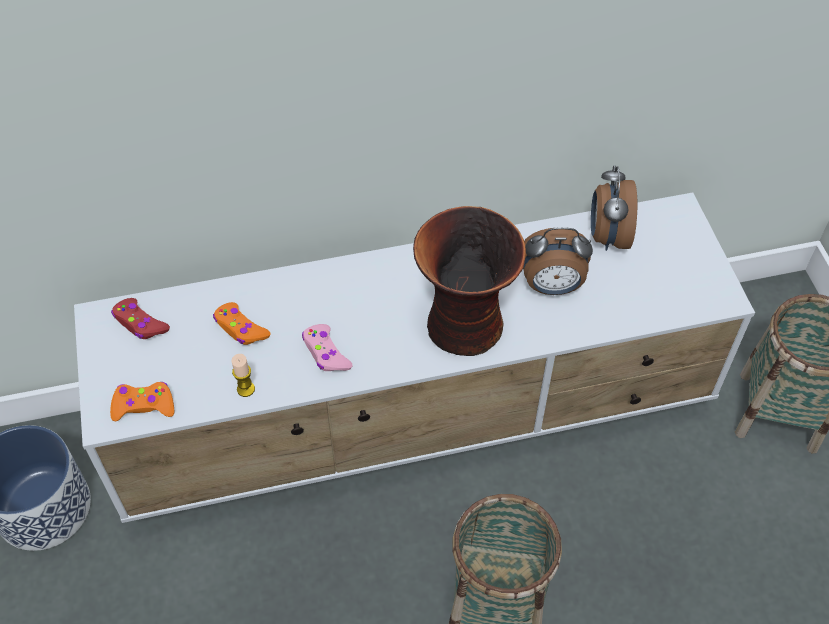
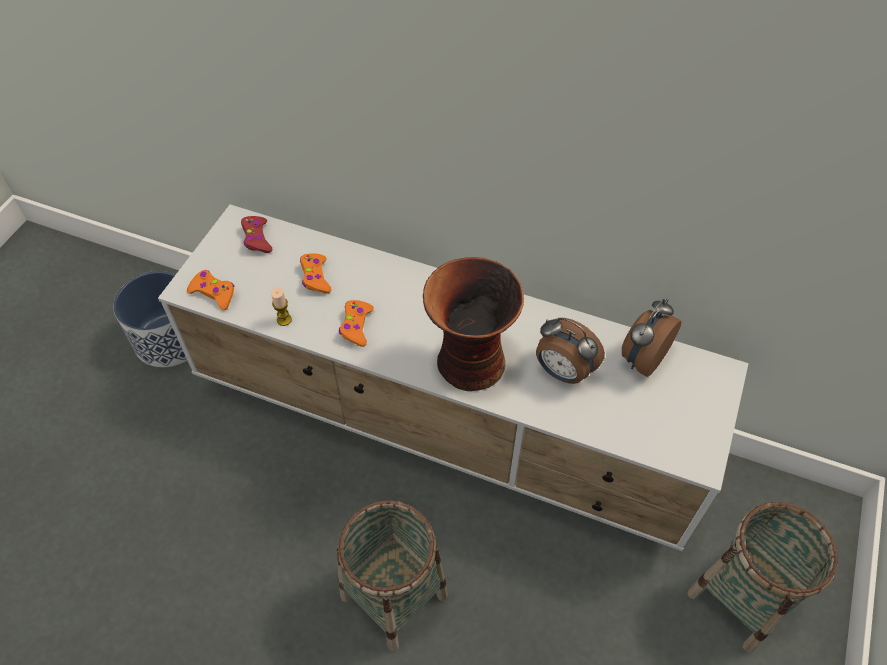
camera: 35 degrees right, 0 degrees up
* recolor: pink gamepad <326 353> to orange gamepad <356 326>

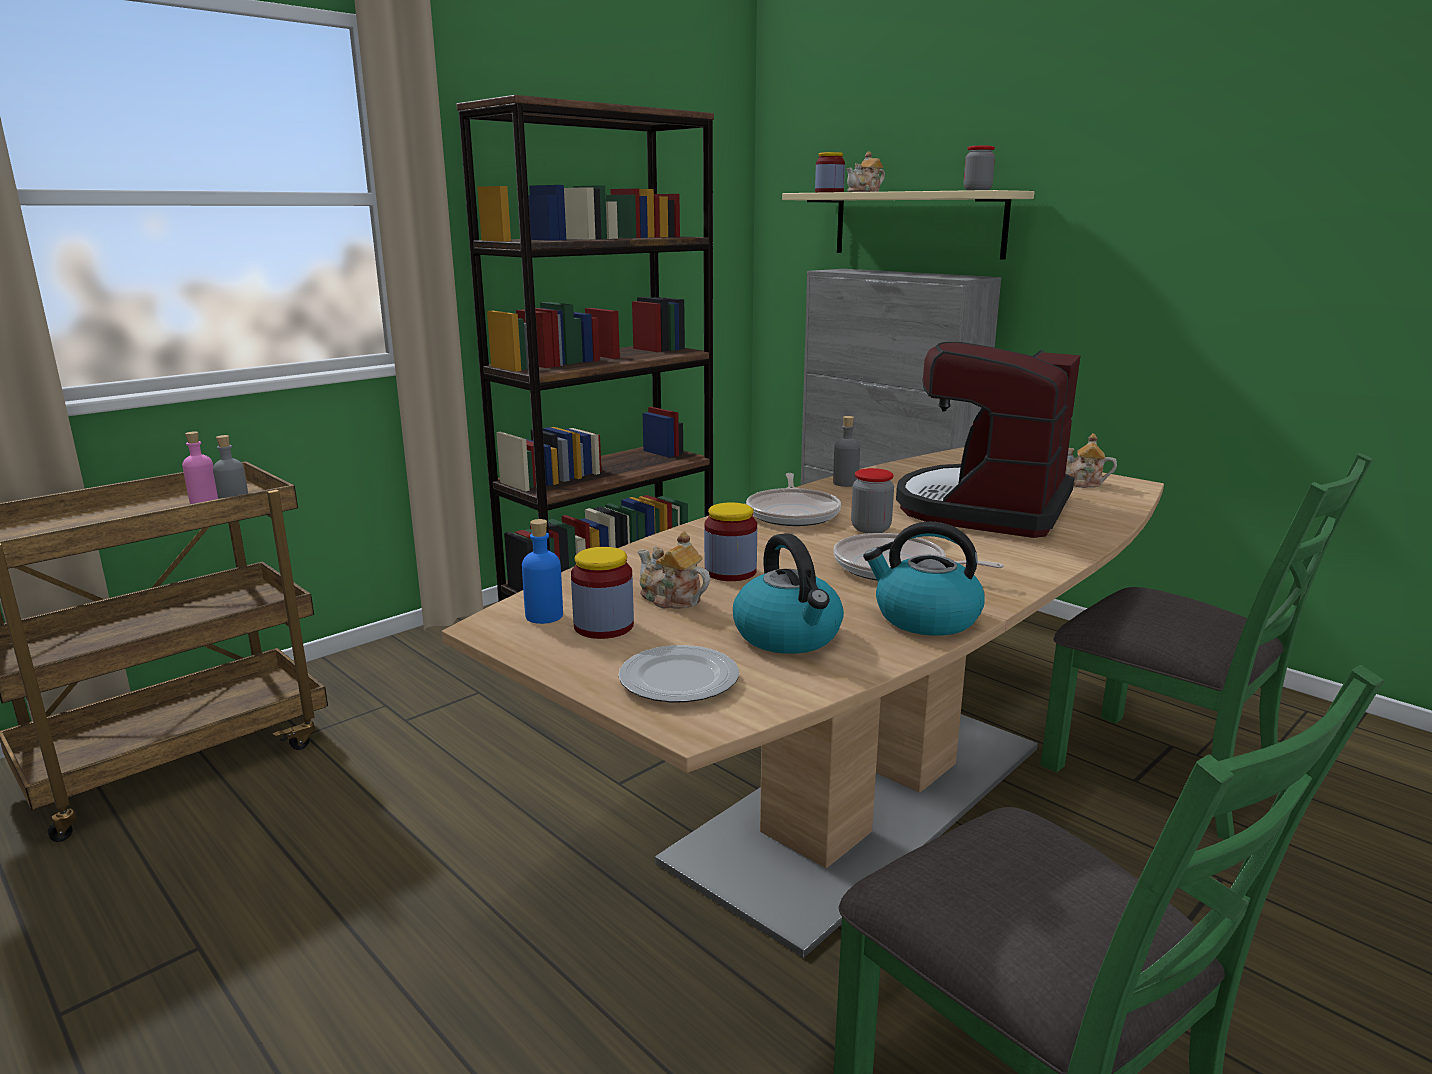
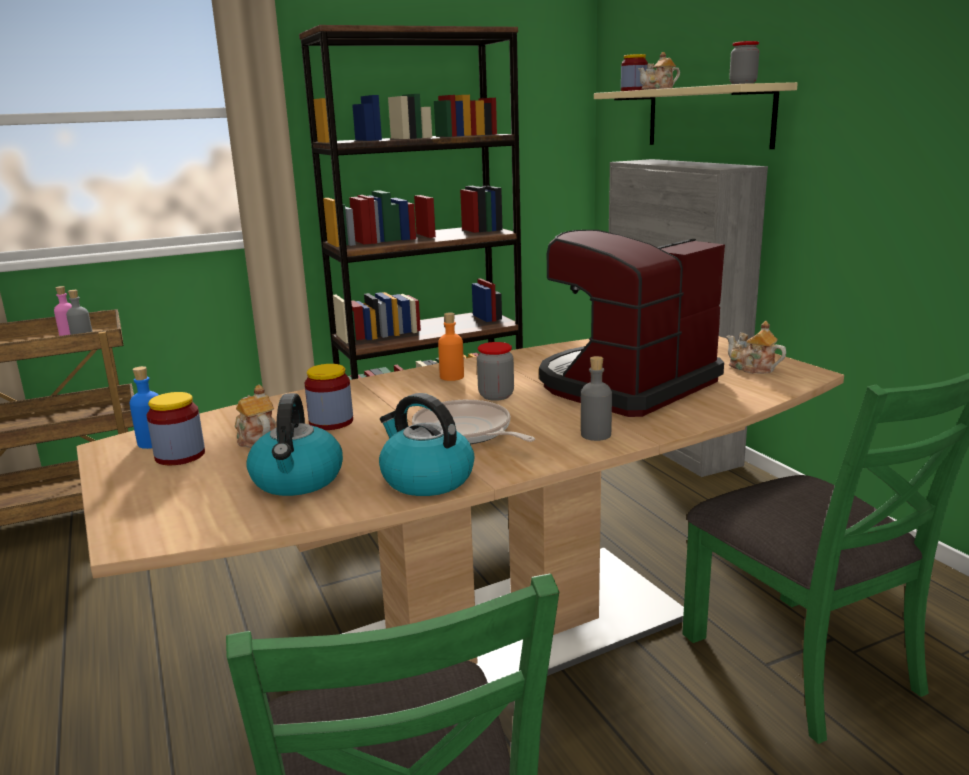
camera: 20 degrees right, 0 degrees up
* delete: plate <678 681>
* replace: skillet <793 513> to orange bottle <452 377>
* move: greyish bottle <845 483> to <595 435>

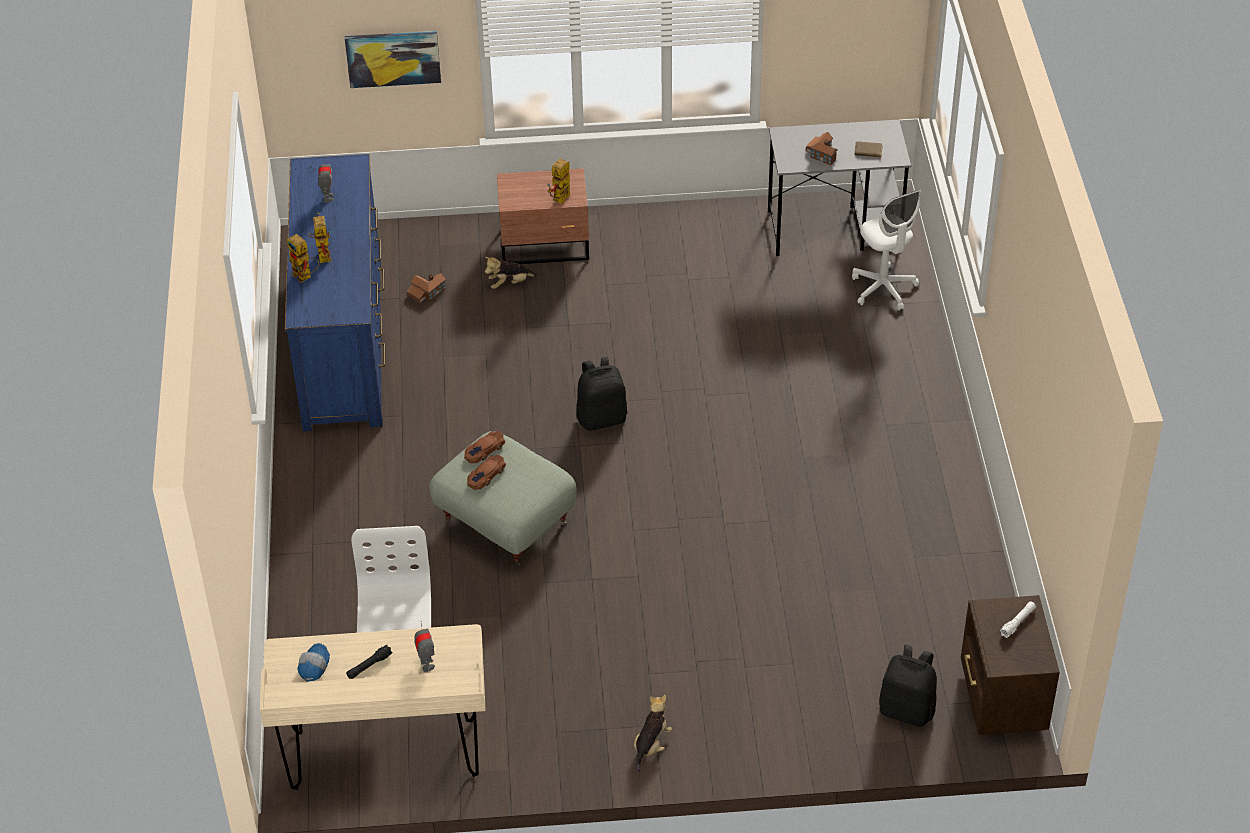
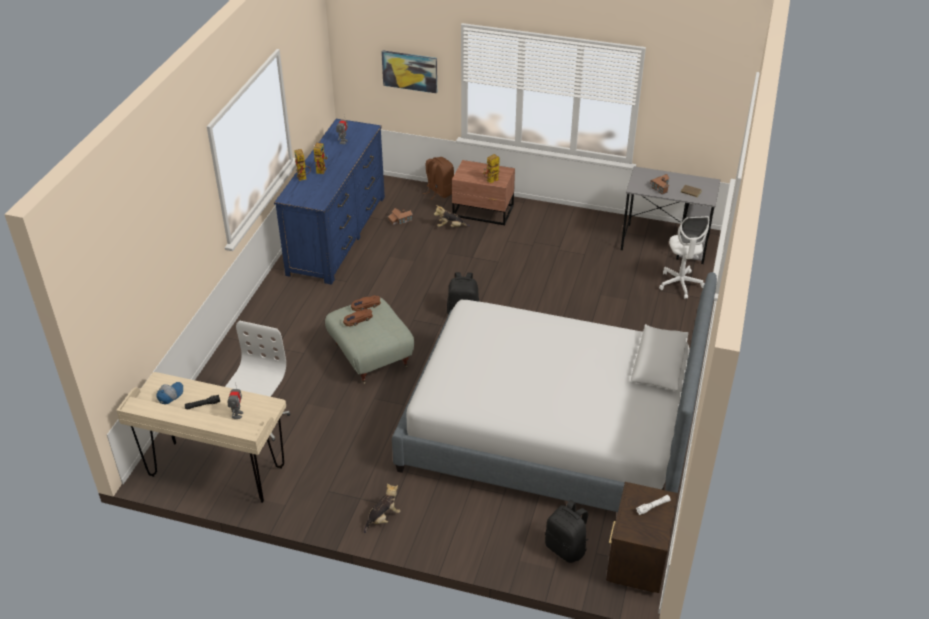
camera: 20 degrees right, 5 degrees down
* insert: sleeping bed <550 431>
* insert: brown-coloured backpack <439 192>

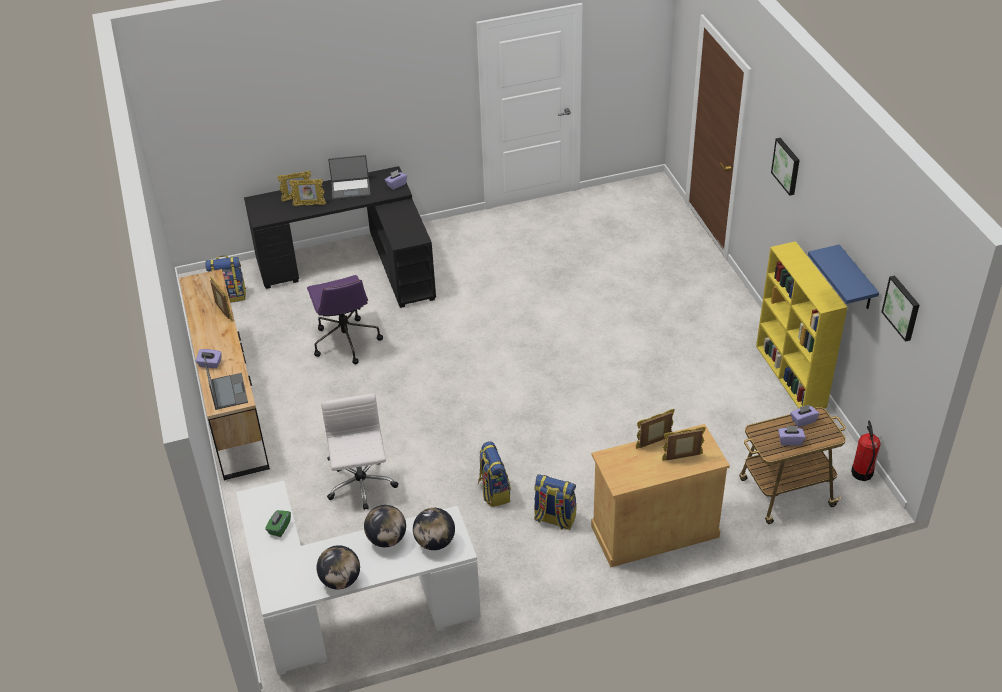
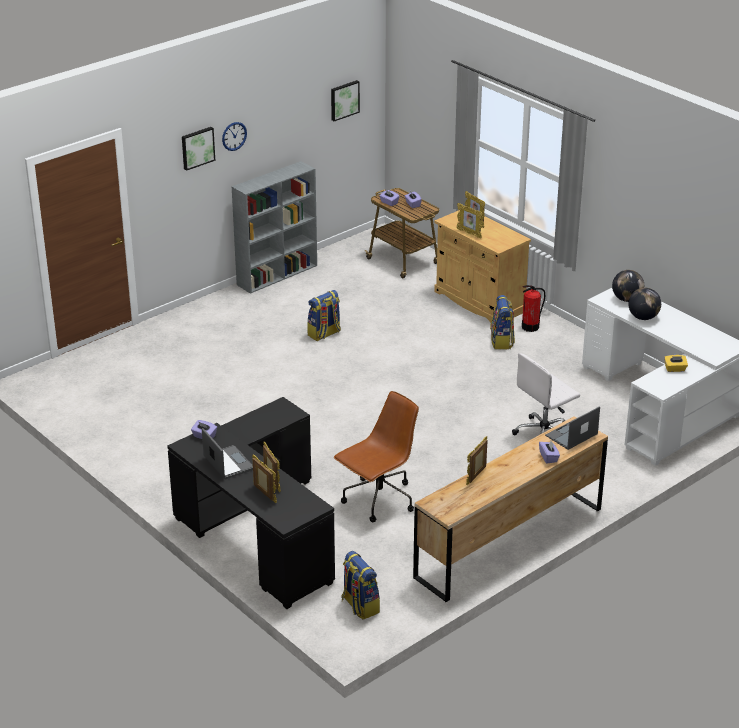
camera: 115 degrees left, 10 degrees down
* recolor: green-coloured box of tissues <279 528> to yellow box of tissues <675 369>
* recolor: purple desk chair <345 341> to brown-coloured desk chair <378 500>
* delete: world globe <340 580>
* move: backpack <493 491> to <324 334>
* recolor: yellow bookshelf <791 376> to greyish bookshelf <278 274>
* delete: blue-coloured shelf <856 279>
* move: fire extinguisher <862 473> to <530 327>
* insert: wall clock <234 136>

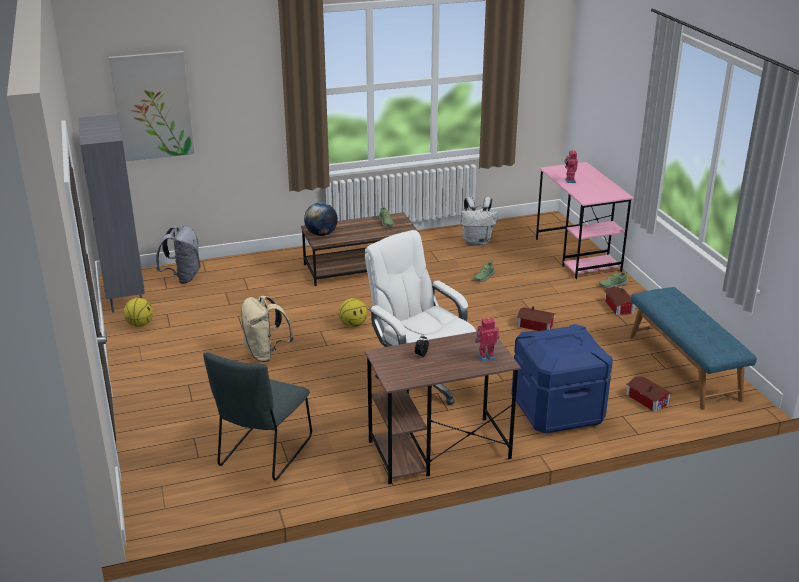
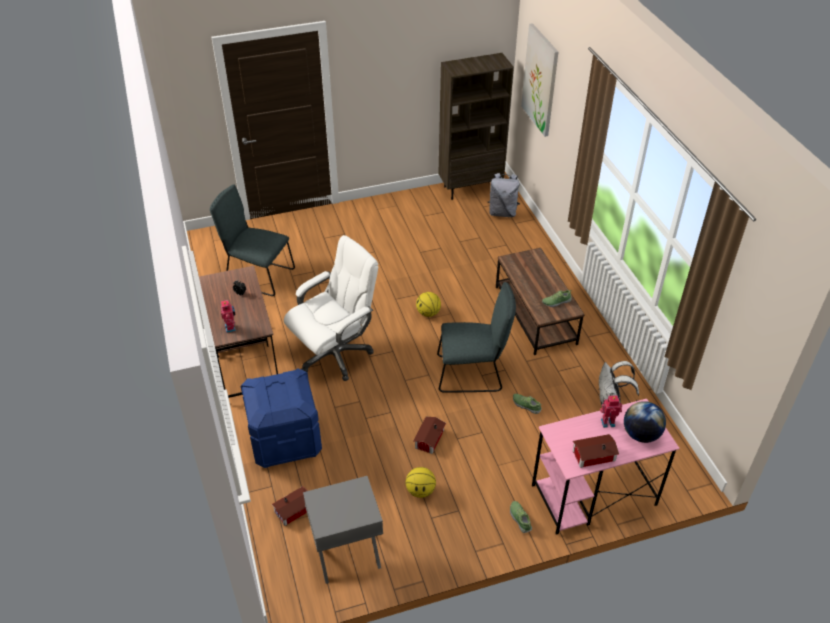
camera: 90 degrees right, 15 degrees up
* recolor: greyish bookshelf <124 295> to brown-coloured bookshelf <470 188>
* move: basketball ball <140 324> to <420 491>
* delete: beige-coloured backpack <266 353>
* move: world globe <321 234> to <640 434>
* move: miniature house <618 307> to <592 455>
* replace: blue-coloured bench <684 367> to greyish nightstand <347 553>
* insert: greyish upright chair <472 374>

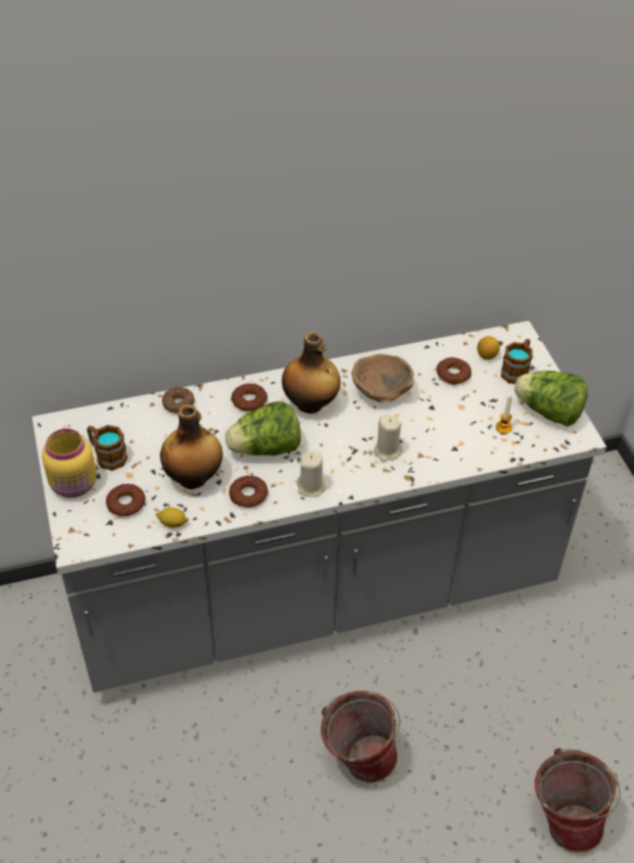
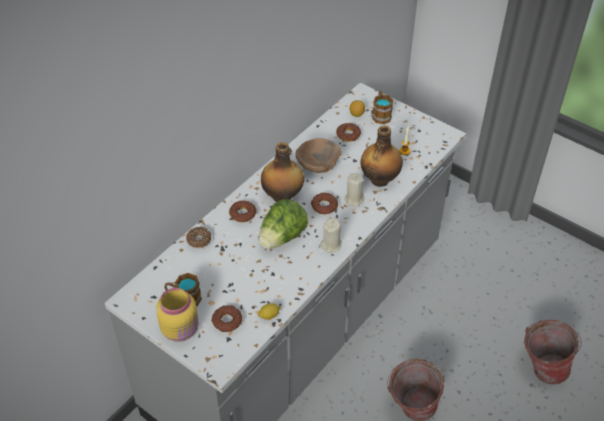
camera: 35 degrees left, 0 degrees up
* move: bottle <194 478> to <380 179>
* move: ring doughnut <248 495> to <324 206>
* delete: lettuce head <549 412>

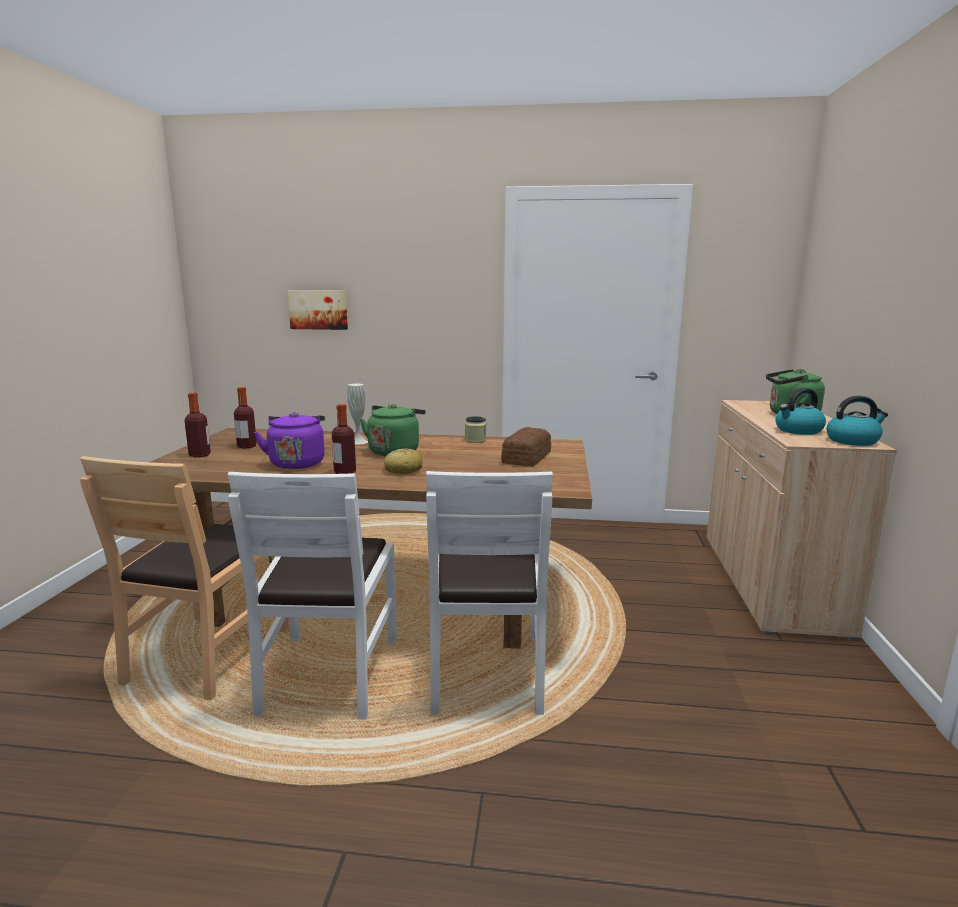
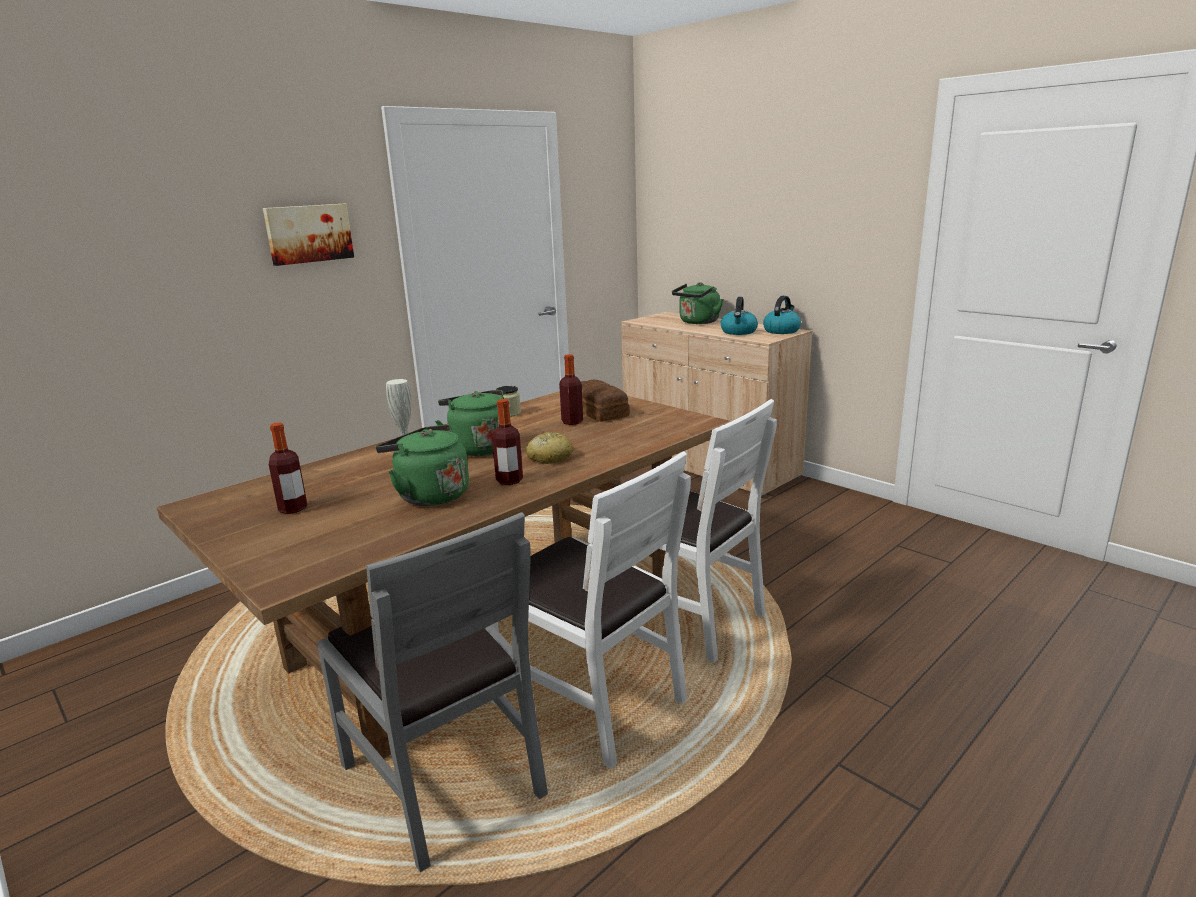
camera: 50 degrees left, 5 degrees up
* recolor: brown-coloured upright chair <208 654> to greyish upright chair <444 777>
* move: bottle <200 455> to <572 422>
* recolor: purple tea kettle <297 463> to green-coloured tea kettle <429 495>
* move: picture <318 309> to <308 233>

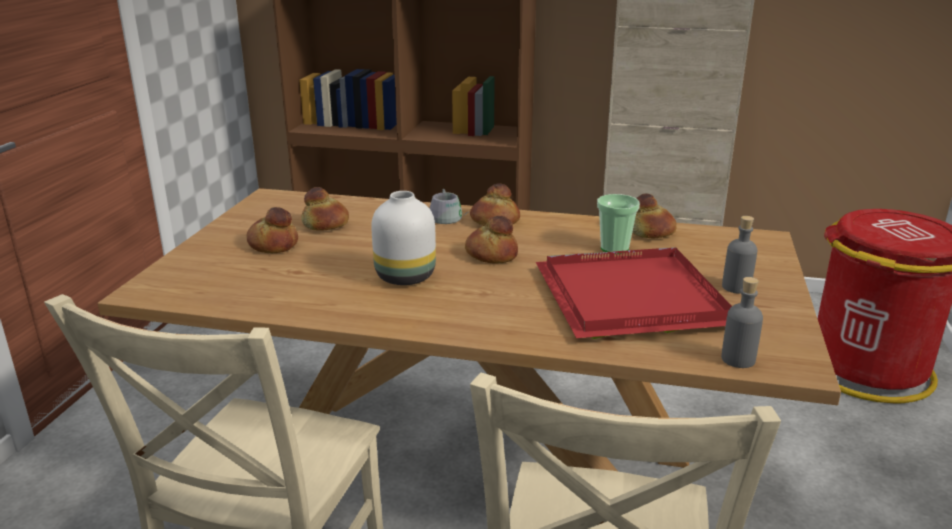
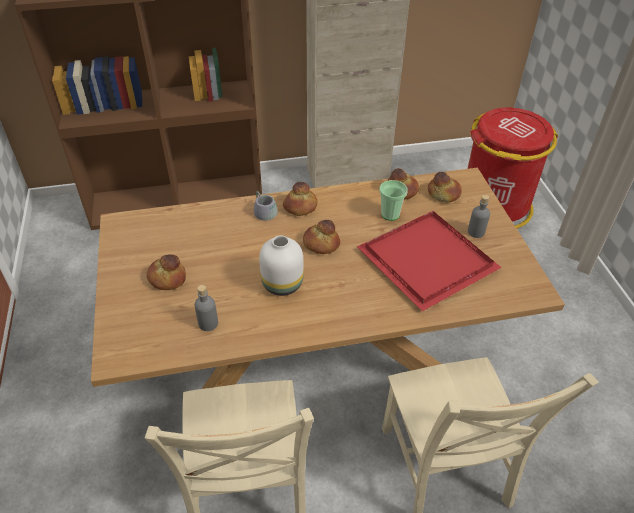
camera: 25 degrees left, 20 degrees up
* move: bakery bread <325 224> to <443 194>
* move: greyish bottle <738 359> to <208 323>

